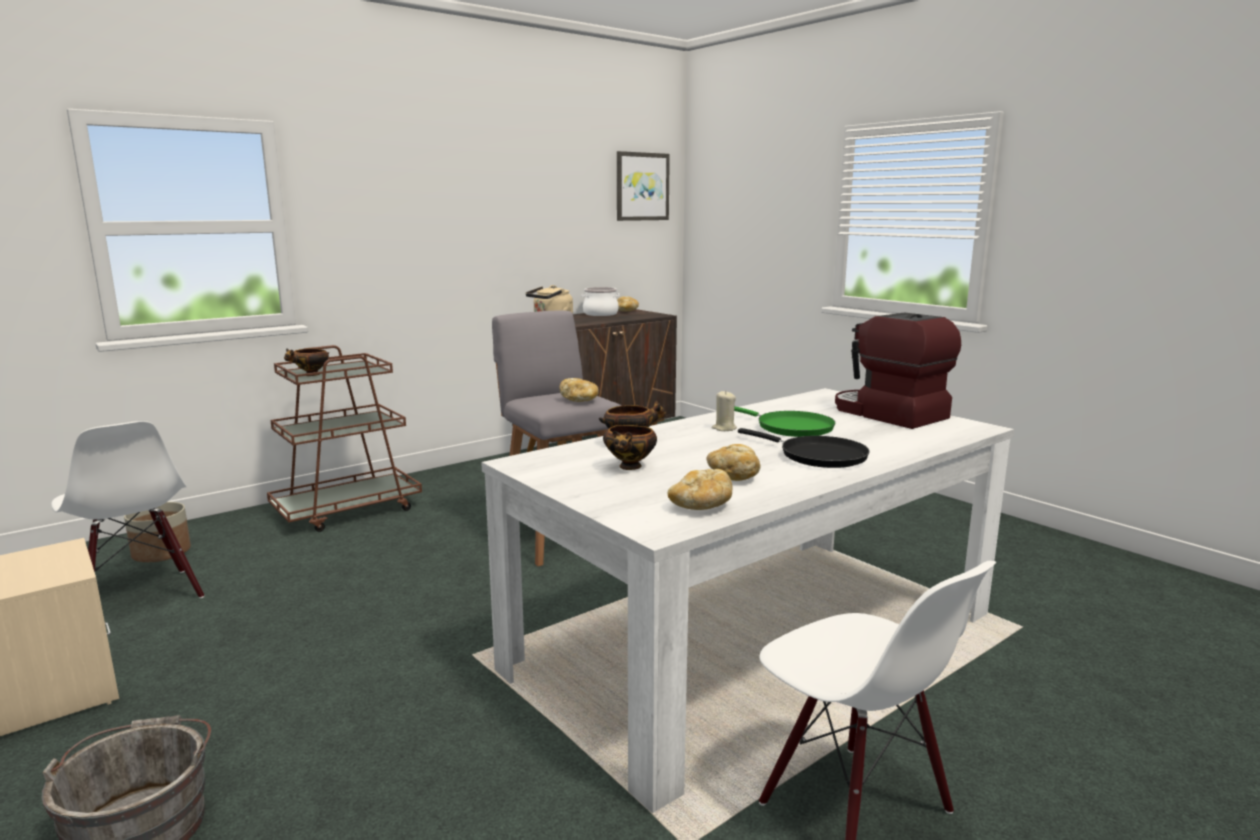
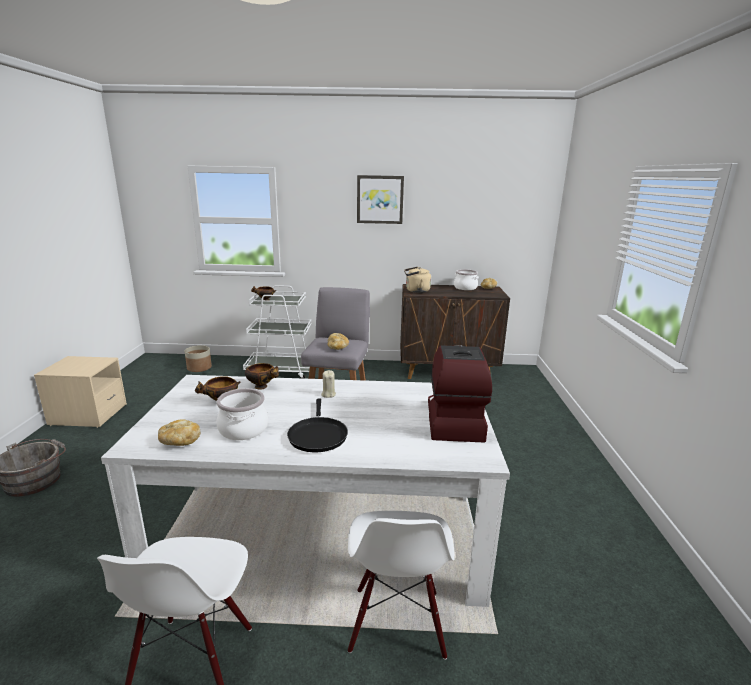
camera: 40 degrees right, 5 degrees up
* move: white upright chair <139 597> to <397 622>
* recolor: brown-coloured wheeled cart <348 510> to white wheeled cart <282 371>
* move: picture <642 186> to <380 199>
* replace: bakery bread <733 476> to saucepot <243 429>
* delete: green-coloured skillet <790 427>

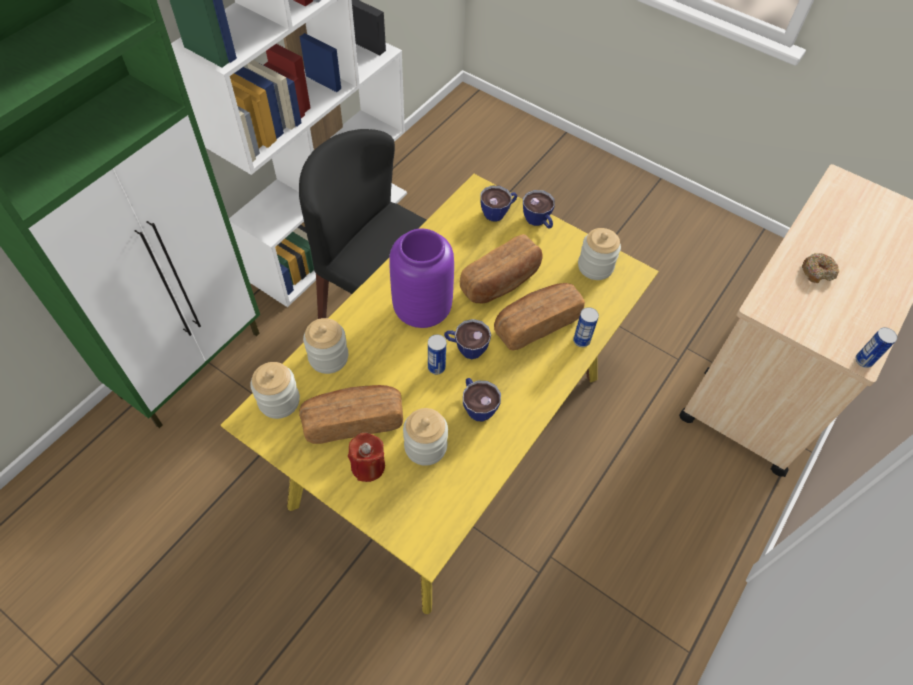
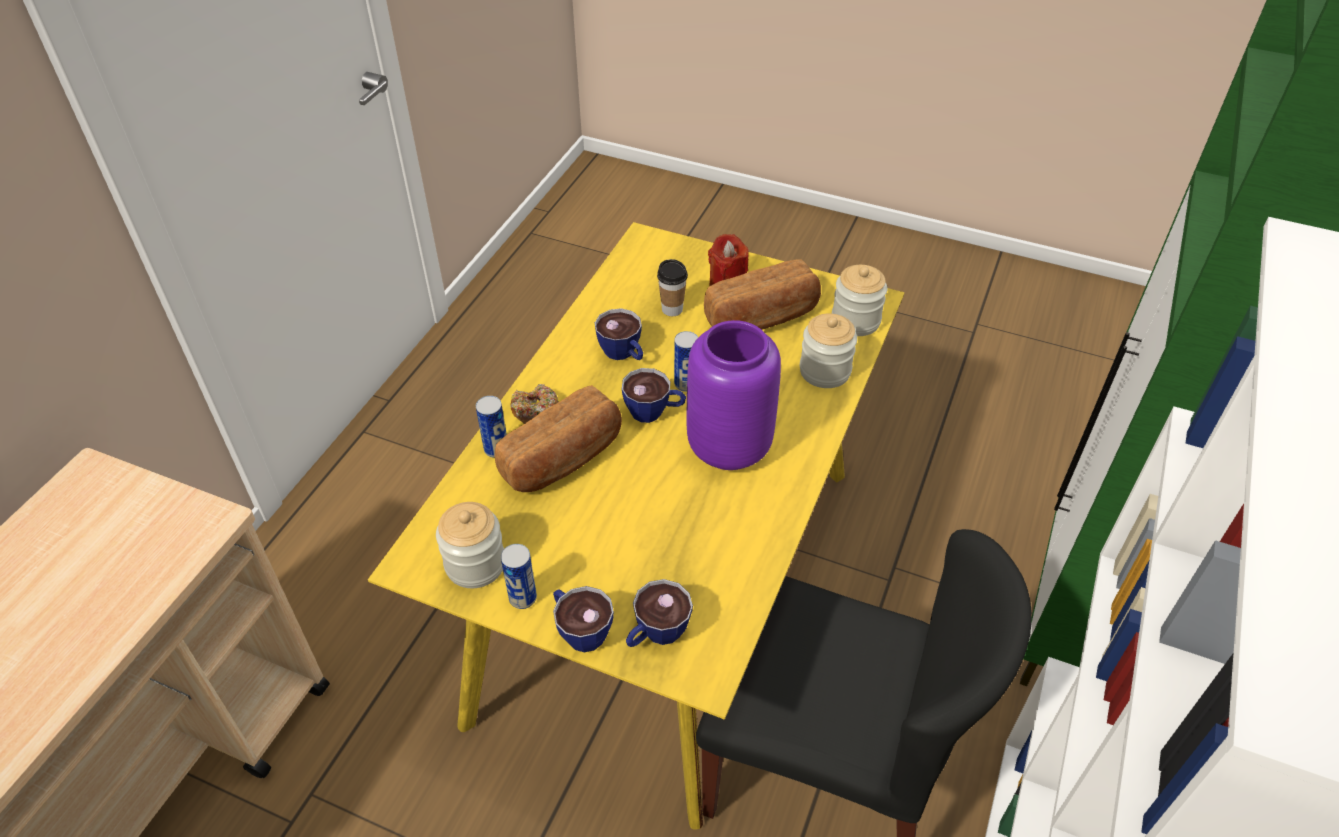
camera: 170 degrees right, 10 degrees down
* replace: jar <425 446> to small cup <672 309>
* delete: bakery bread <501 282>
* move: ring doughnut <817 272> to <535 411>
* move: can <863 360> to <522 598>

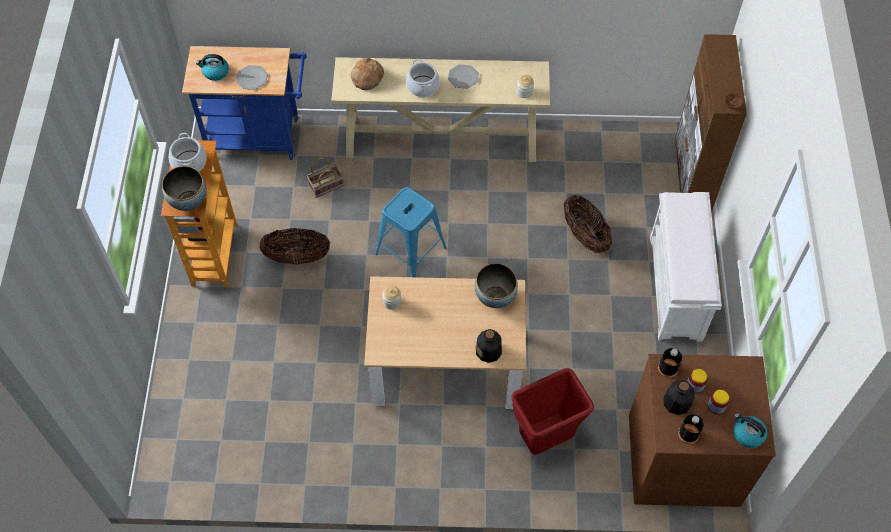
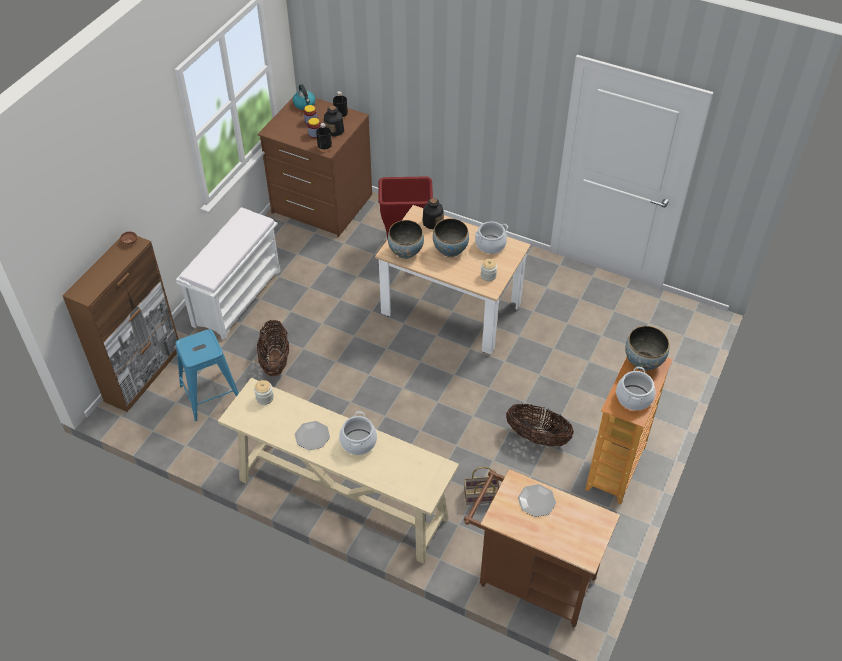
camera: 155 degrees left, 10 degrees down
* recolor: blue-coloured wheeled cart <260 137> to brown-coloured wheeled cart <530 579>
* delete: tea kettle <215 72>
* delete: bakery bread <367 77>
* move: blue-coloured stool seat <410 251> to <211 394>
* insert: deep dish <450 250>
* insert: saucepot <490 245>

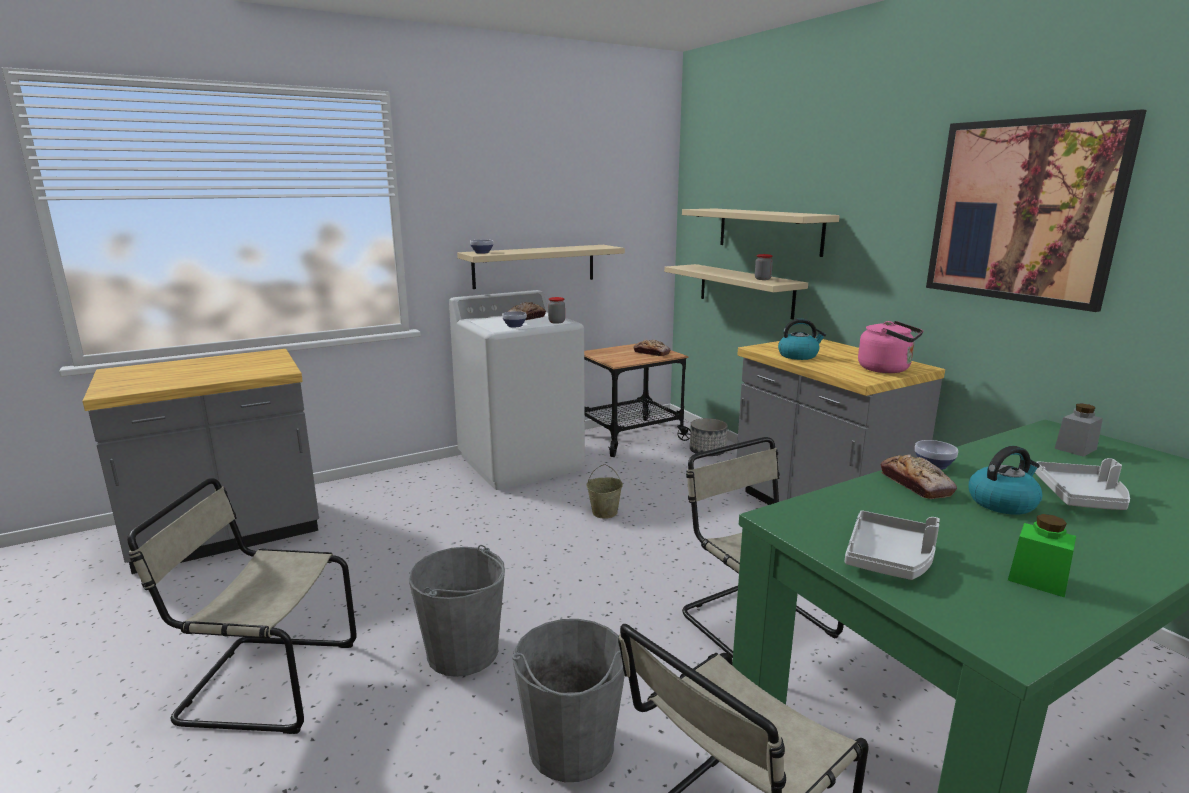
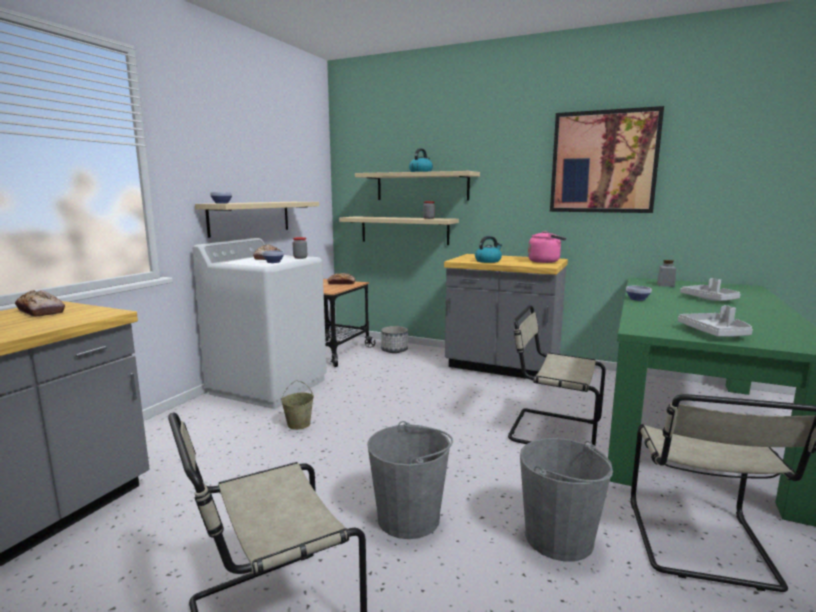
camera: 35 degrees left, 5 degrees down
* move: beige-coloured pail <605 512> to <299 424>
* move: bakery bread <916 484> to <41 311>
* move: tea kettle <1002 502> to <421 172>
* delete: green-coloured jar <1037 580>

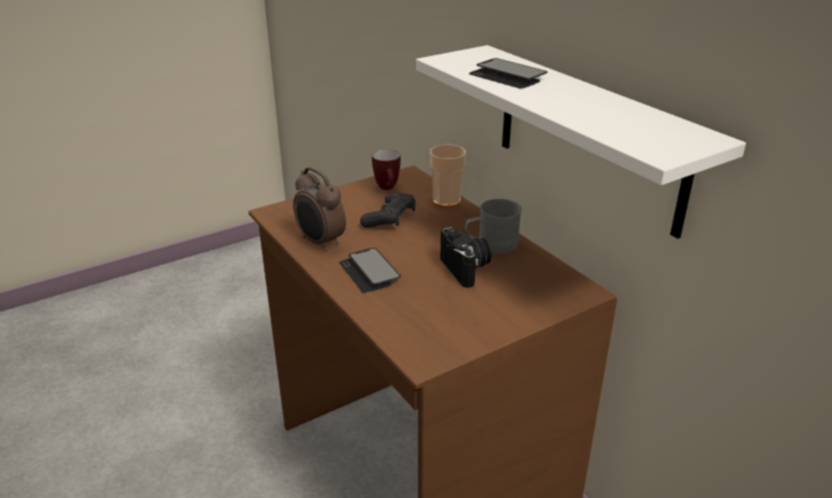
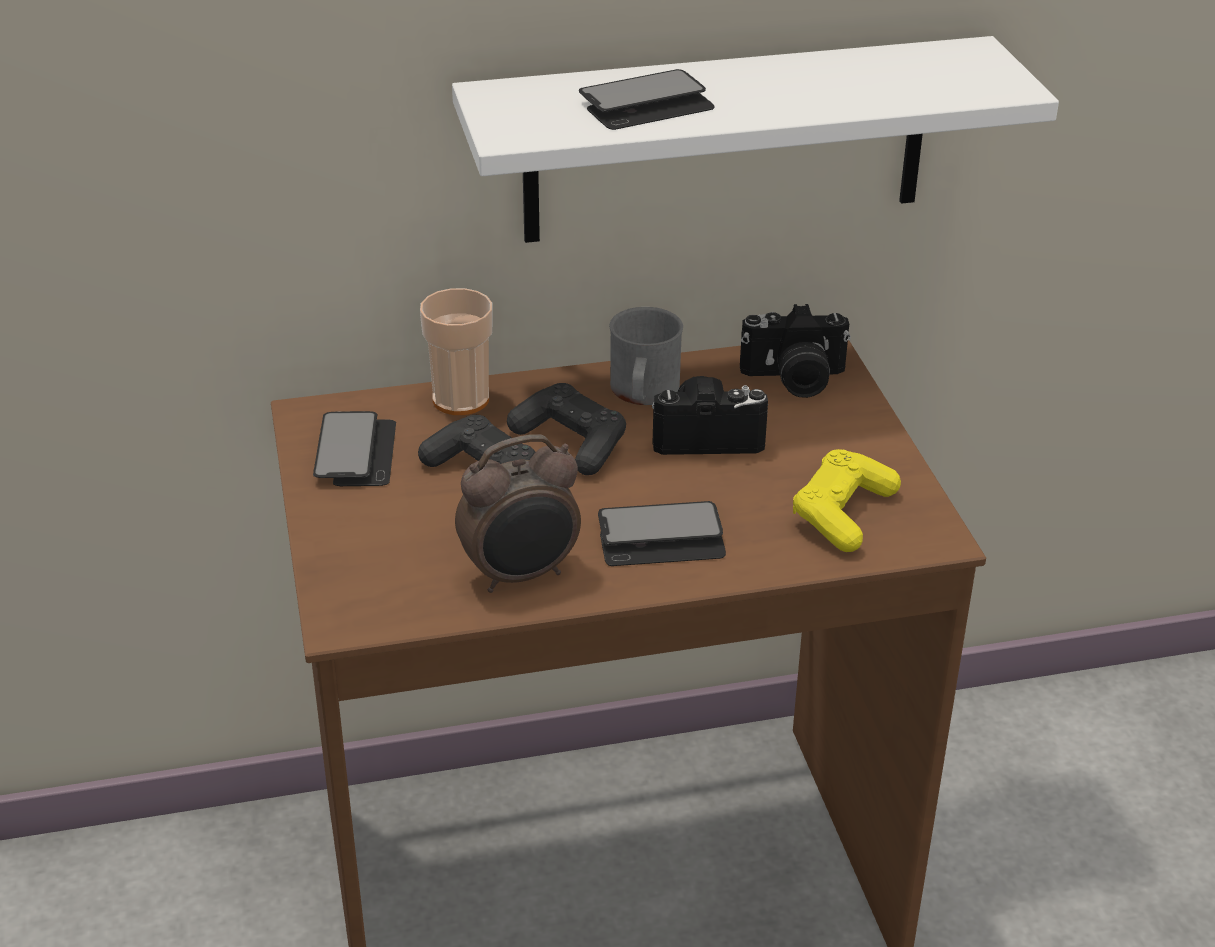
camera: 70 degrees left, 5 degrees up
* replace: mug <388 188> to handset <356 452>
* insert: blackish gamepad <571 442>
* insert: still camera <794 380>
* insert: yellow gamepad <842 513>

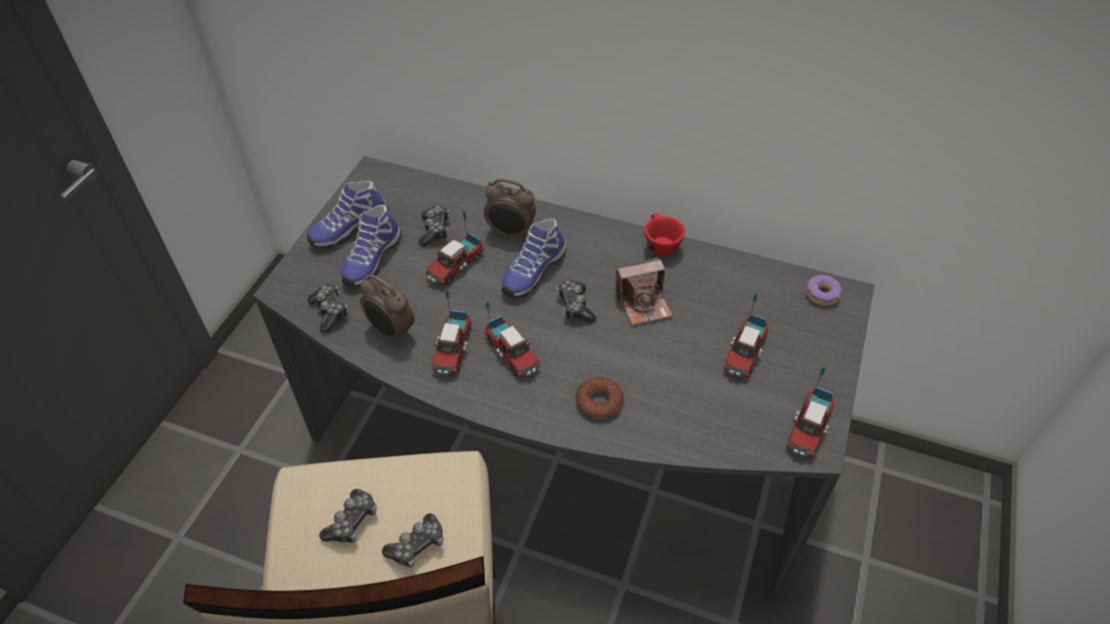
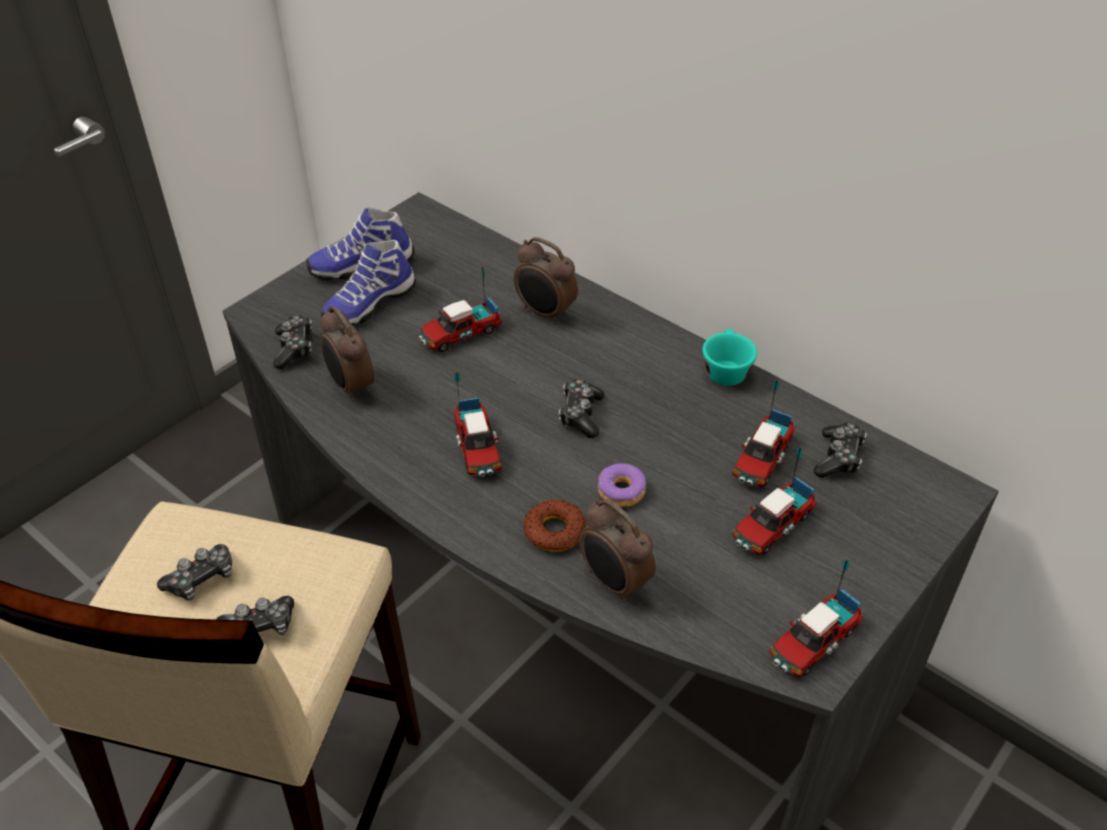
camera: 20 degrees right, 5 degrees down
* move: gamepad <435 230> to <838 457>
* move: toy lorry <452 350> to <762 459>
* delete: shoe <532 271>
* delete: still camera <643 303>
* recolor: red-coloured small cup <659 244> to turquoise-coloured small cup <725 369>
* move: ring doughnut <822 294> to <621 491>
* insert: bedside clock <613 582>

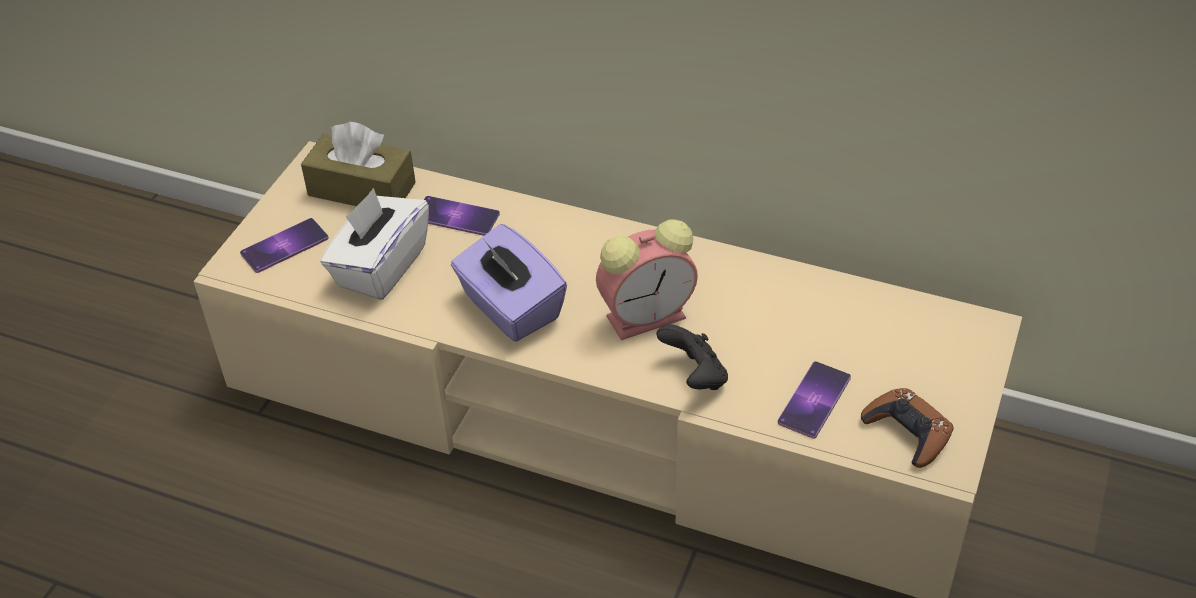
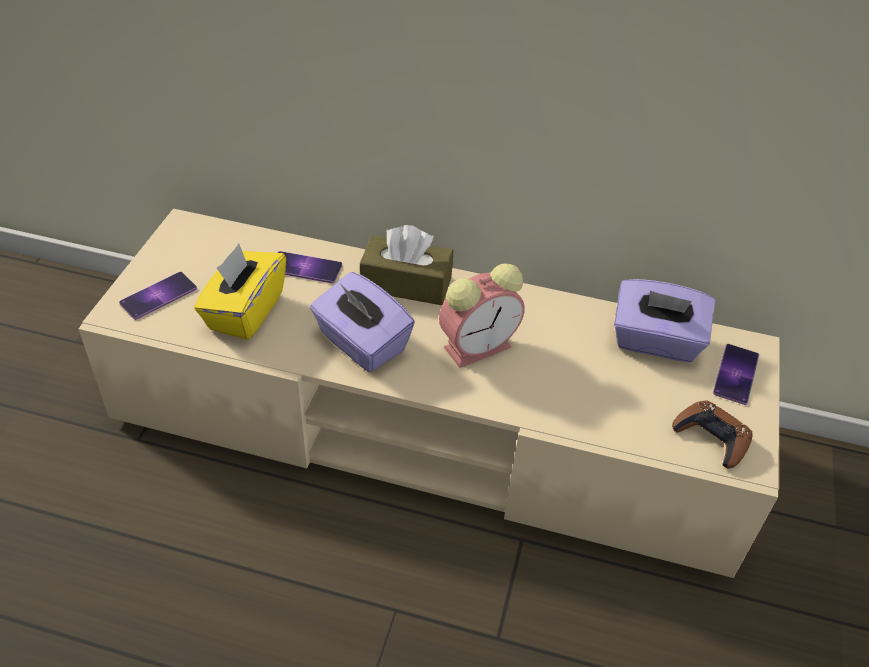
camera: 10 degrees left, 0 degrees up
* move: brown-coloured box of tissues <362 189> to <406 283>
* recolor: white box of tissues <380 267> to yellow box of tissues <245 312>
* delete: blackish gamepad <694 376>
* move: handset <814 400> to <736 374>
* insert: purple box of tissues <655 342>

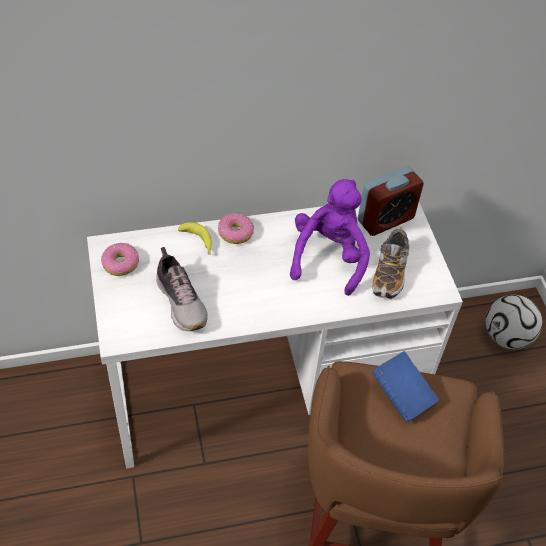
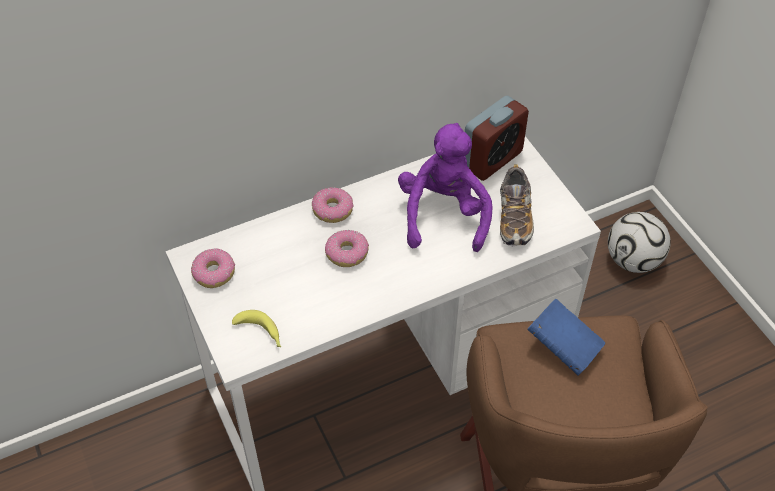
camera: 10 degrees left, 0 degrees up
* delete: shoe <182 301>
* move: whole banana <198 242> to <261 333>
* insert: ring doughnut <347 253>

